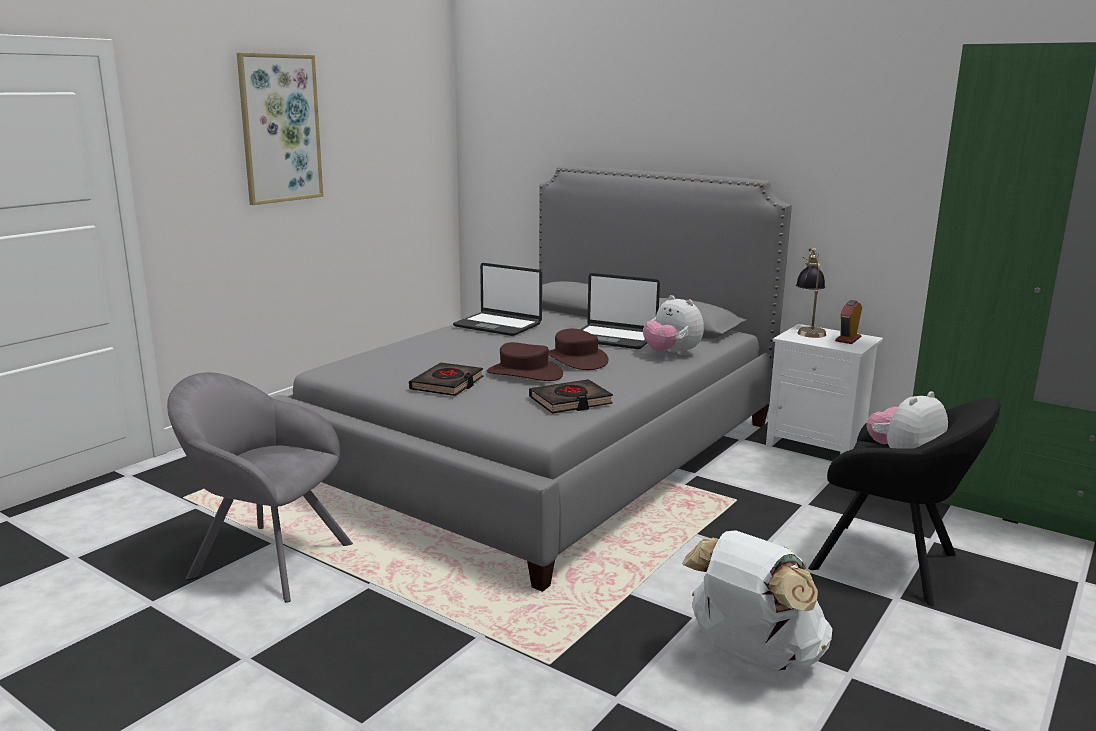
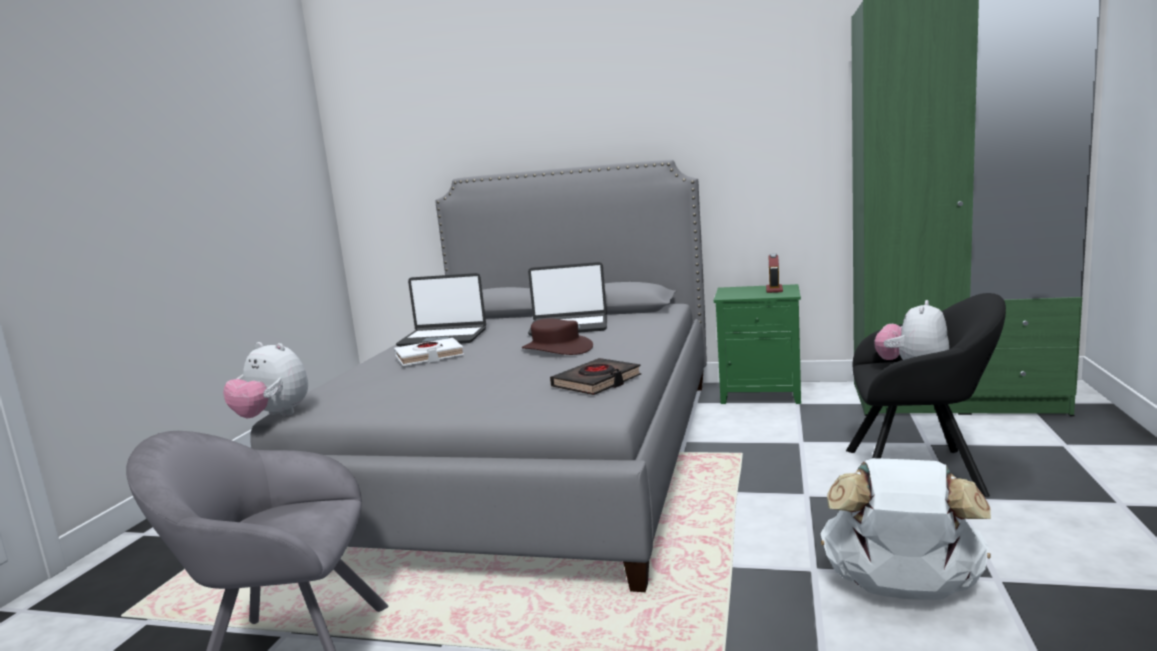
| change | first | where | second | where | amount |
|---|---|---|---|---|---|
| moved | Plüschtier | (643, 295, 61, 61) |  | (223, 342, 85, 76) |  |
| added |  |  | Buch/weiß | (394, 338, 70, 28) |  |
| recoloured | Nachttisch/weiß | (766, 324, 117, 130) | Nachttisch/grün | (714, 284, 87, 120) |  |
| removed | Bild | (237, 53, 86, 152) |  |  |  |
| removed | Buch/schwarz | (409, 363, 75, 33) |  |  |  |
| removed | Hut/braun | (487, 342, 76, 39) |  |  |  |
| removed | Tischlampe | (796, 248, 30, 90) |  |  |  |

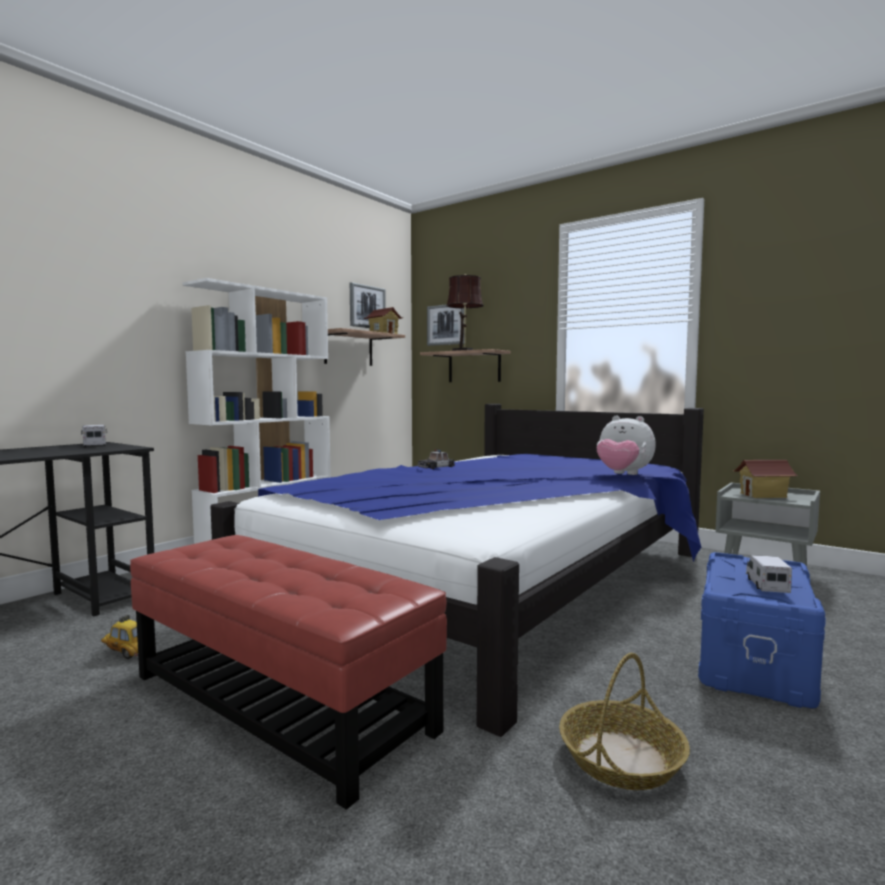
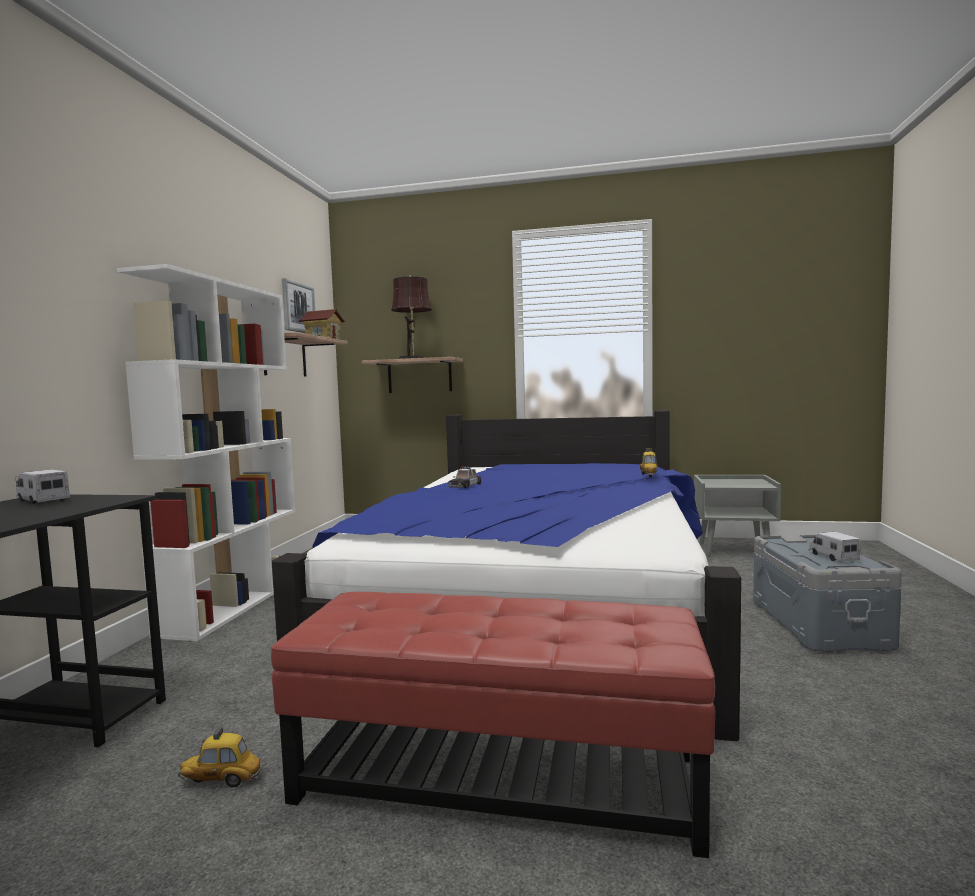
| change | first | where | second | where | amount |
|---|---|---|---|---|---|
| replaced | Plüschtier | (597, 416, 59, 59) | Spielzeugauto | (640, 448, 18, 30) |  |
| recoloured | Aufbewahrungsbox/blau | (698, 552, 128, 156) | Aufbewahrungsbox/grau | (753, 535, 149, 118) |  |
| removed | Bild | (427, 304, 37, 42) |  |  |  |
| removed | Korb | (559, 653, 131, 137) |  |  |  |
| removed | Spielzeughaus | (733, 460, 65, 38) |  |  |  |

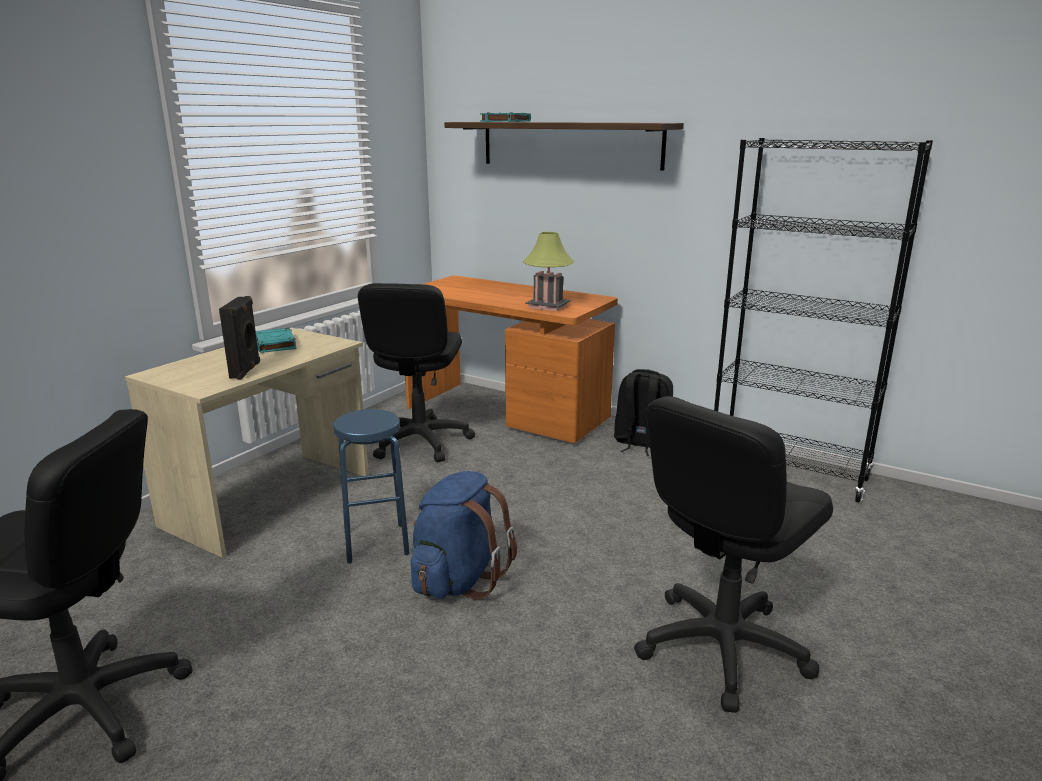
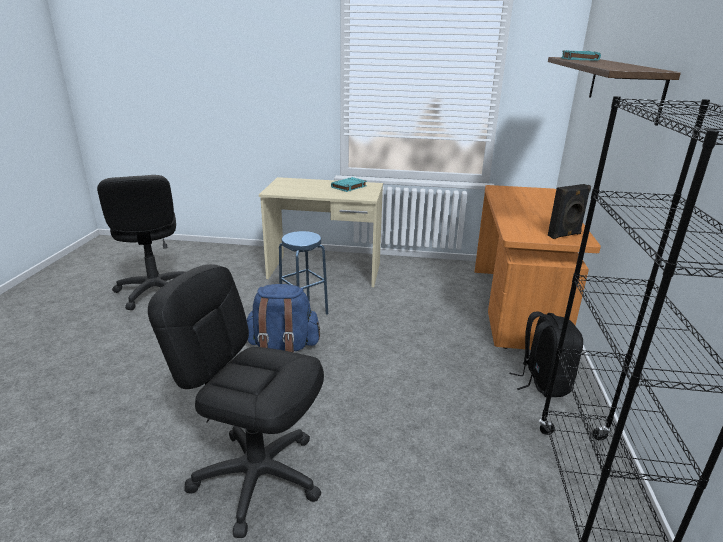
| change | first | where | second | where | amount |
|---|---|---|---|---|---|
| moved | Lautsprecher/schwarz | (219, 296, 41, 83) |  | (548, 184, 43, 55) |  |
| removed | Bürostuhl/schwarz | (358, 283, 117, 179) |  |  |  |
| removed | Tischlampe | (523, 232, 52, 79) |  |  |  |

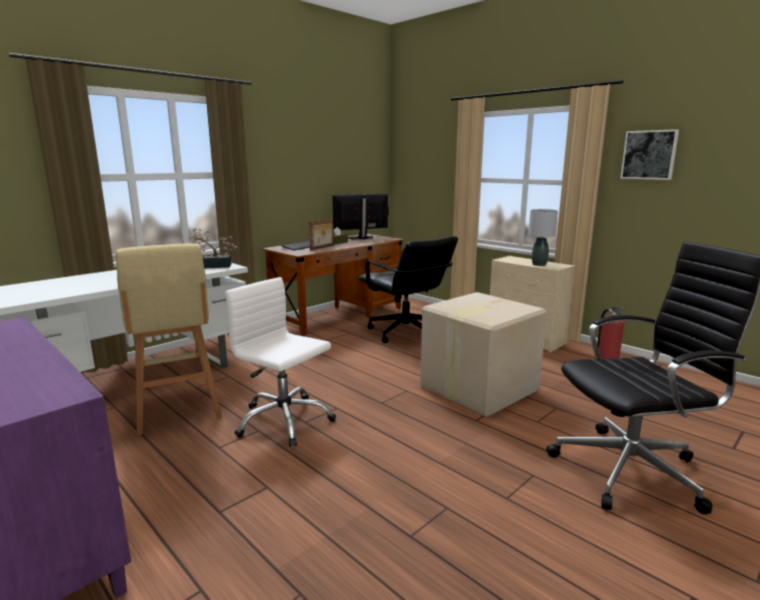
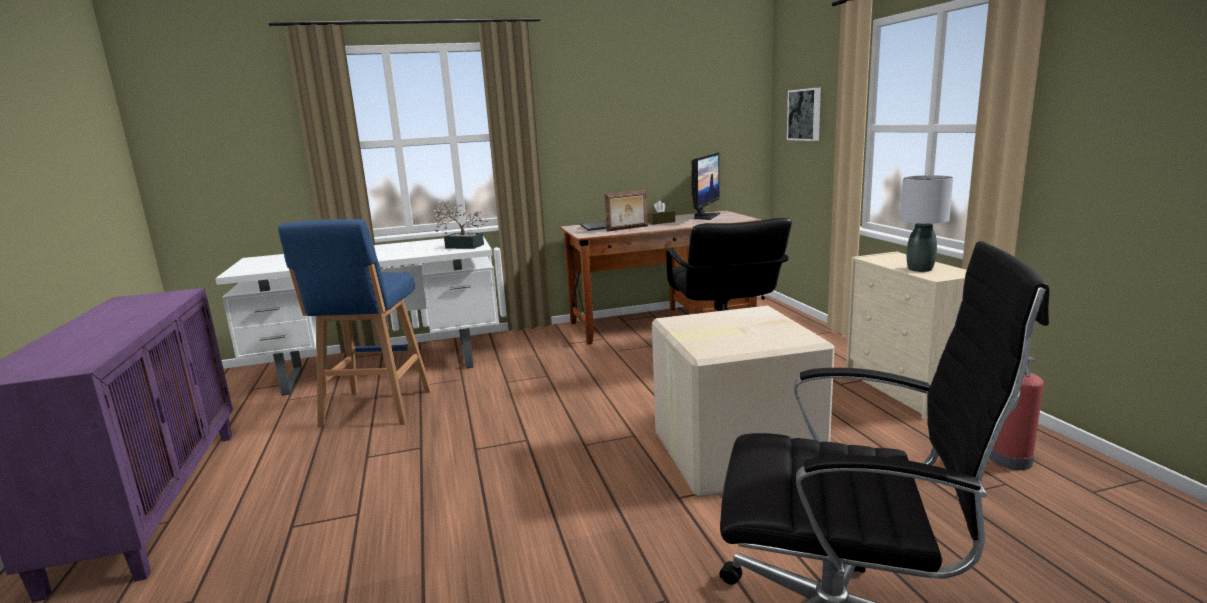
| change | first | where | second | where | amount |
|---|---|---|---|---|---|
| recoloured | Hocker/beige | (116, 243, 106, 193) | Hocker/blau | (278, 219, 153, 208) |  |
| turned | Monitor | (332, 194, 57, 45) |  | (691, 152, 29, 68) | 105 degrees clockwise |
| moved | Bild | (620, 129, 59, 51) |  | (787, 88, 34, 53) |  |
| removed | Bürostuhl/weiß | (225, 277, 111, 170) |  |  |  |

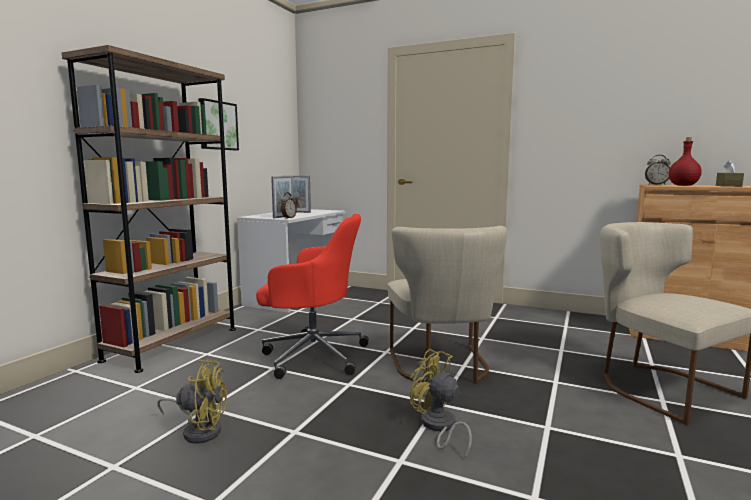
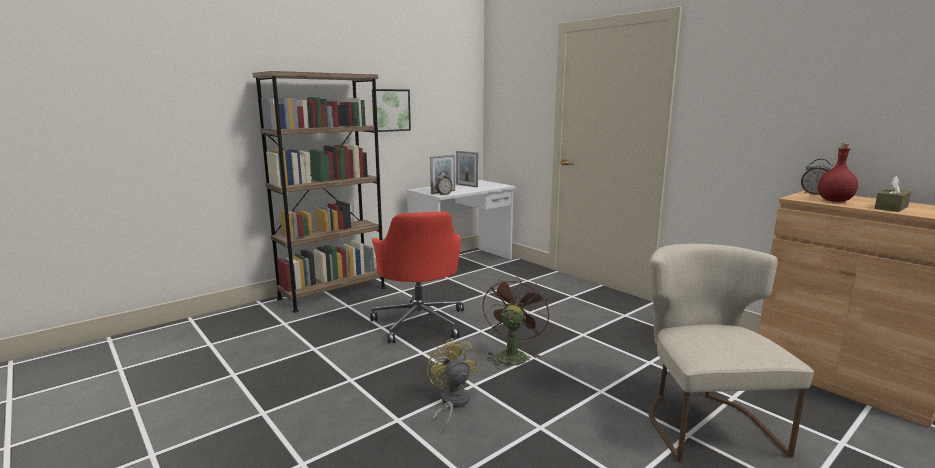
| change | first | where | second | where | amount |
|---|---|---|---|---|---|
| turned | Bürostuhl/rot | (256, 214, 113, 165) |  | (370, 211, 94, 132) | 45 degrees clockwise |
| replaced | Stuhl/beige | (387, 226, 120, 158) | Ventilator/braun | (483, 277, 66, 92) |  |
| removed | Ventilator/gelb | (157, 360, 70, 84) |  |  |  |

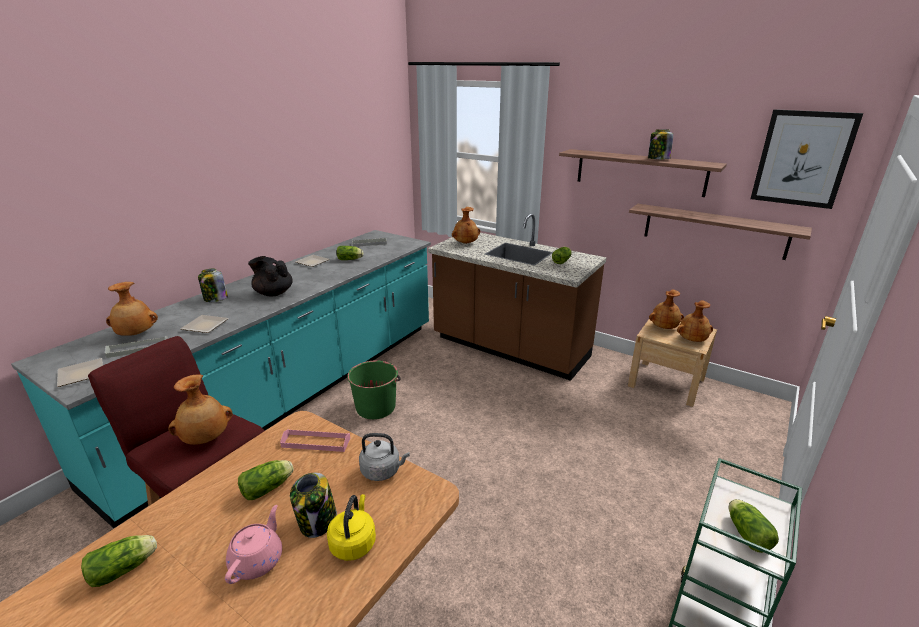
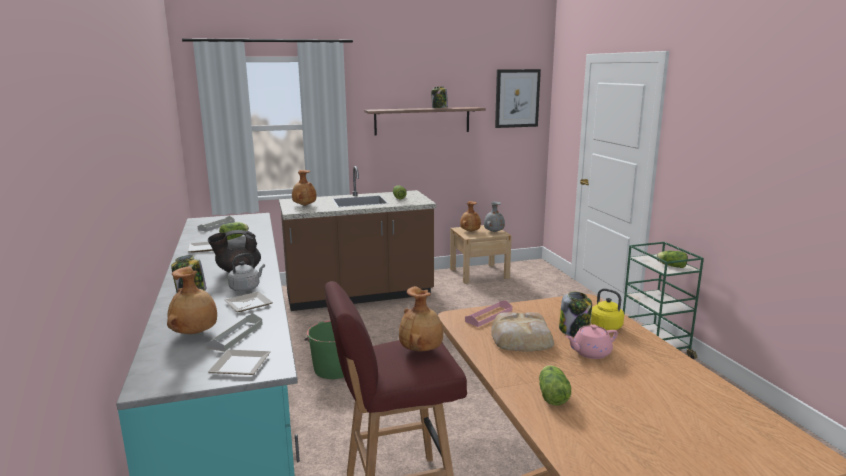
| change | first | where | second | where | amount |
|---|---|---|---|---|---|
| moved | Wasserkessel/grau | (359, 433, 51, 48) |  | (228, 253, 37, 38) |  |
| recoloured | Vase/braun | (677, 300, 36, 42) | Vase/grau | (484, 201, 21, 31) |  |
| replaced | Salatkopf | (238, 460, 56, 40) | Brot | (491, 312, 63, 40) |  |
| turned | Teekanne/rosa | (225, 505, 57, 79) |  | (565, 325, 53, 34) | 75 degrees counterclockwise |
| removed | Wandregal | (629, 204, 183, 56) |  |  |  |

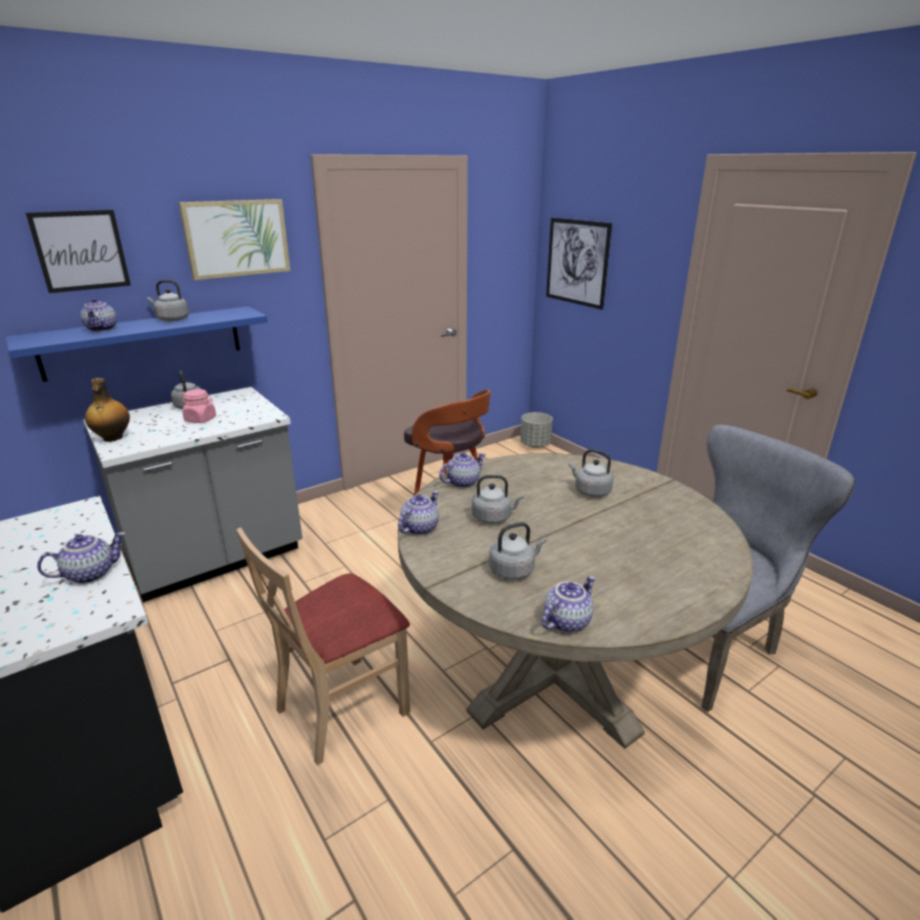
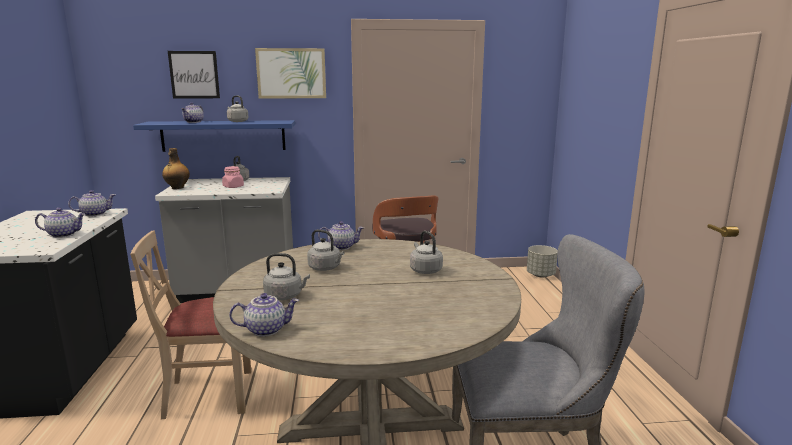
| change | first | where | second | where | amount |
|---|---|---|---|---|---|
| moved | Teekanne | (398, 491, 41, 44) |  | (68, 190, 47, 26) |  |
| removed | Bild | (546, 218, 66, 92) |  |  |  |

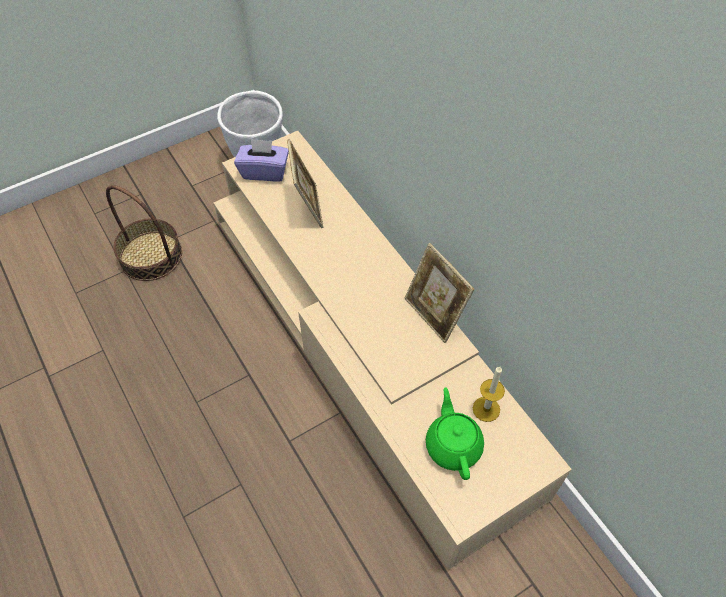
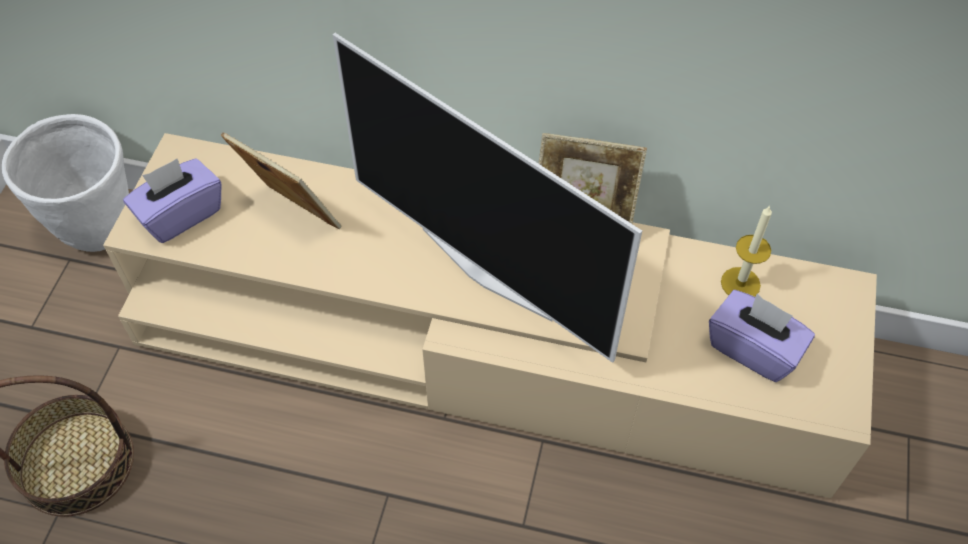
| change | first | where | second | where | amount |
|---|---|---|---|---|---|
| added |  |  | Fernseher | (332, 33, 310, 330) |  |
| replaced | Teekanne/grün | (426, 387, 58, 93) | Taschentuchbox/lila | (709, 290, 106, 92) |  |

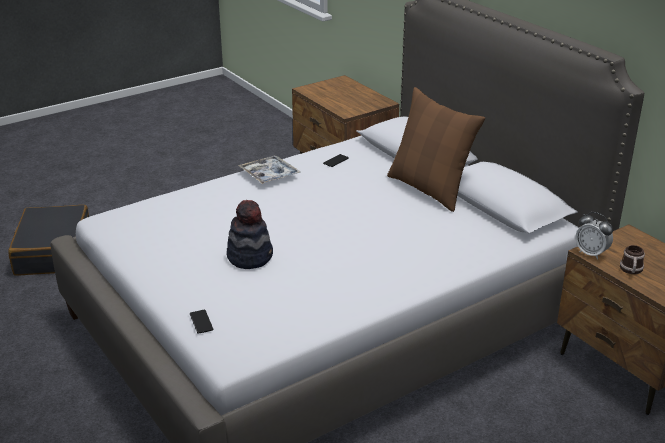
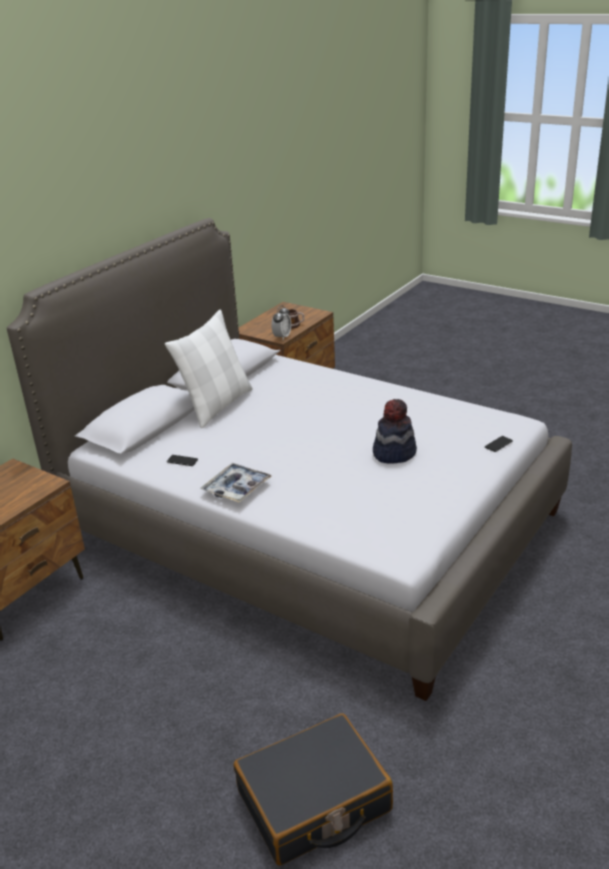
| change | first | where | second | where | amount |
|---|---|---|---|---|---|
| recoloured | Kissen/braun | (387, 87, 98, 125) | Kissen/weiß | (165, 310, 88, 118) |  |

